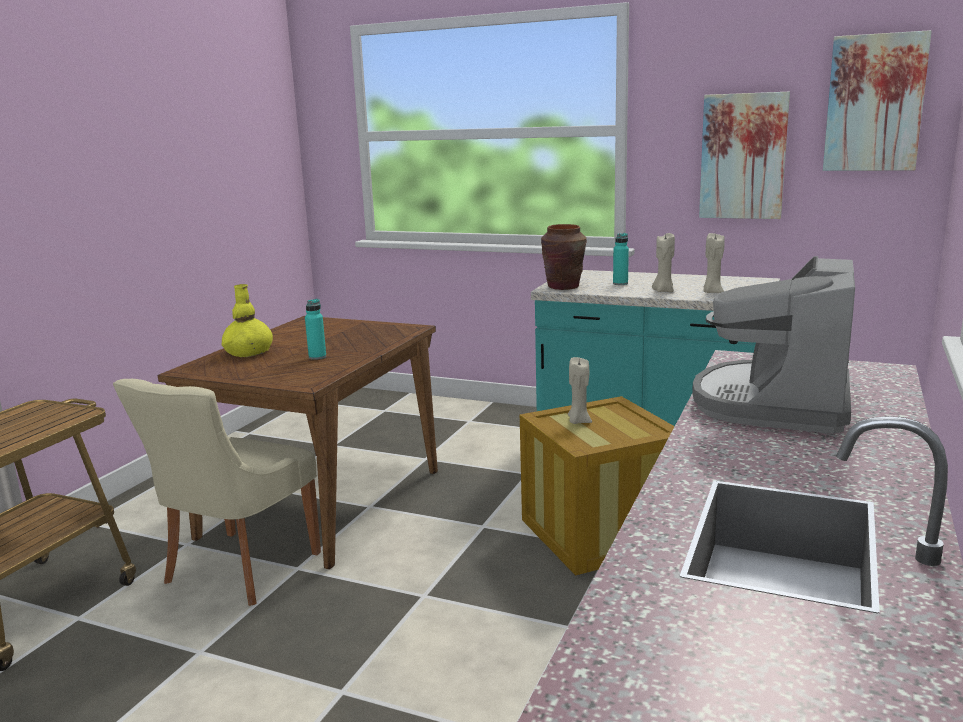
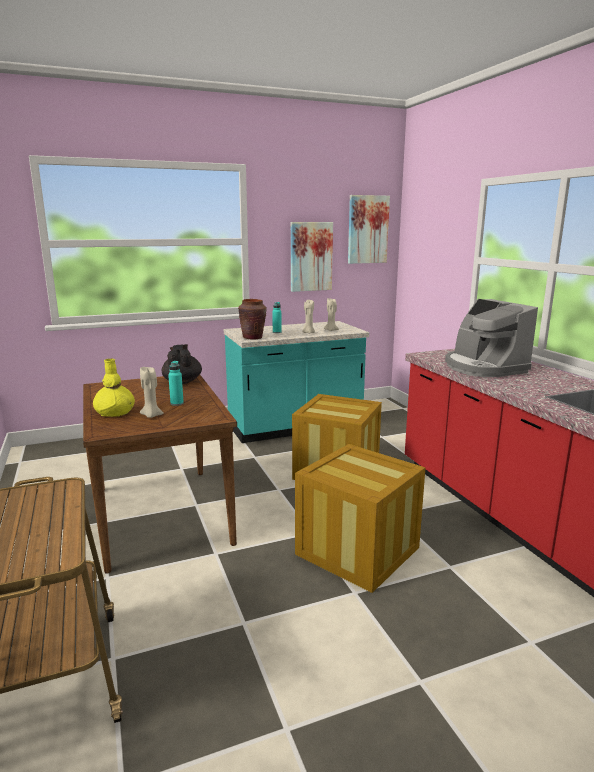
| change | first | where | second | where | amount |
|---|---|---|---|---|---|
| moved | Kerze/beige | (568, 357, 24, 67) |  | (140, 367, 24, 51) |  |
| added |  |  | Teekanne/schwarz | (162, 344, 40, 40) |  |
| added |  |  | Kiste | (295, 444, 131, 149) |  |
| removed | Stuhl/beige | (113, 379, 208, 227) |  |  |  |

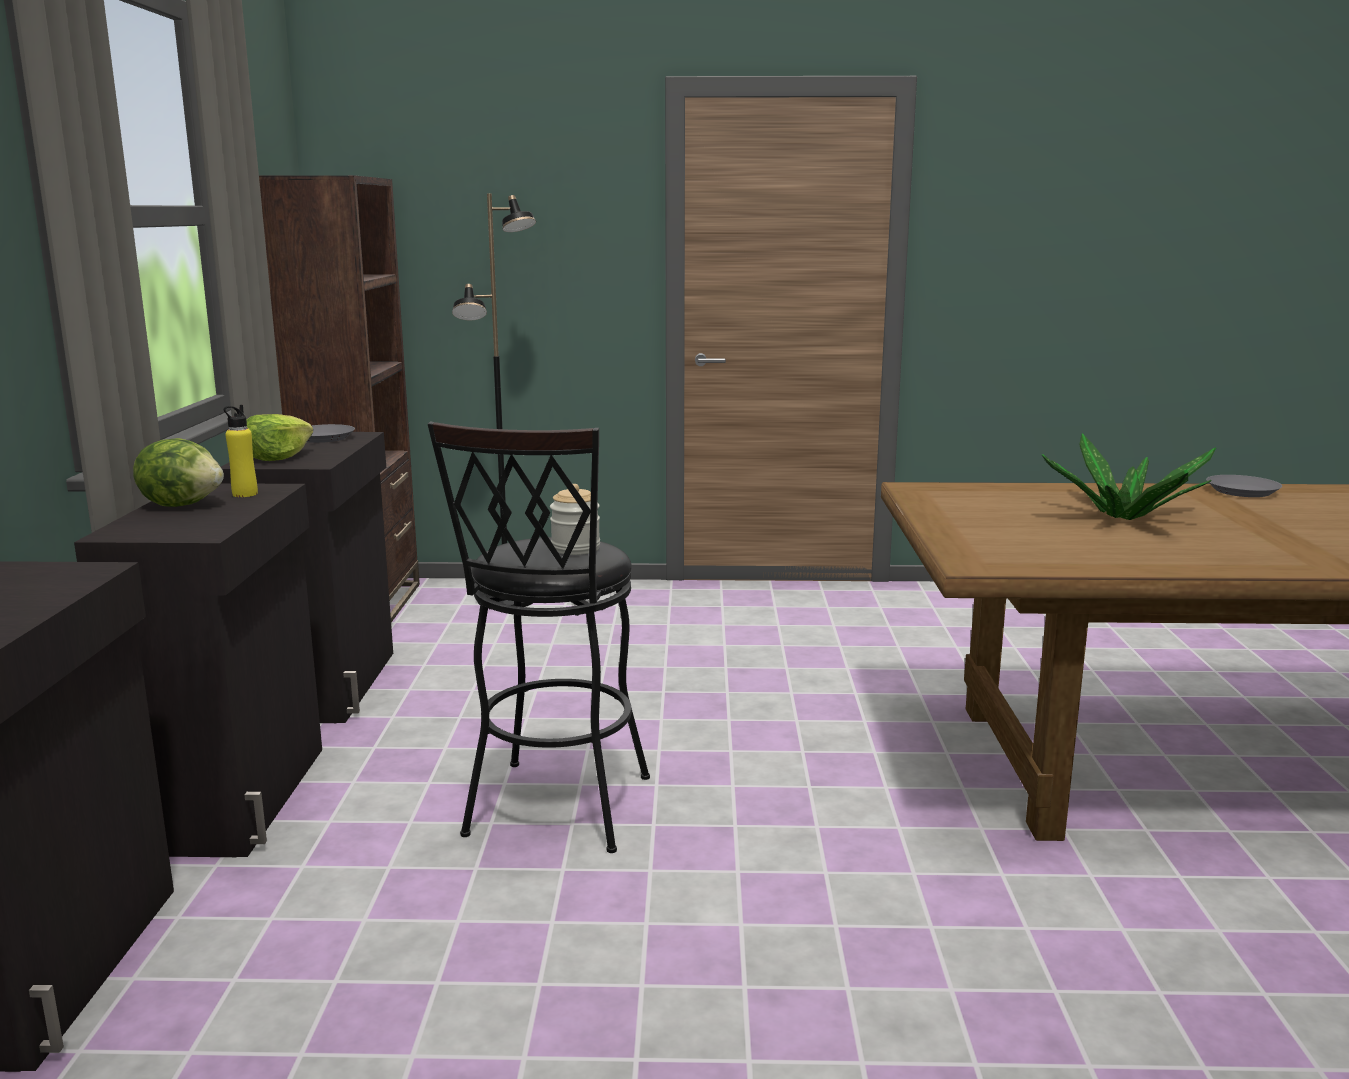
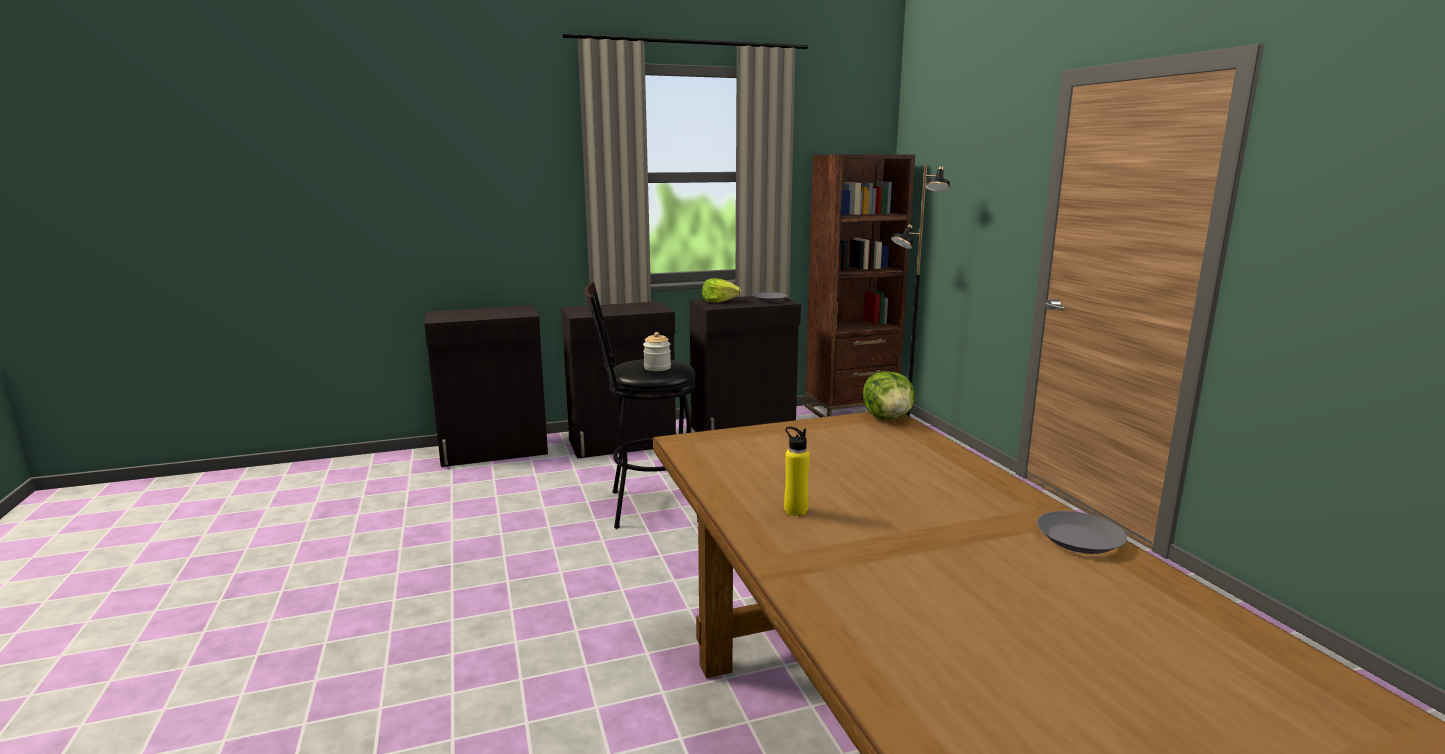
| change | first | where | second | where | amount |
|---|---|---|---|---|---|
| moved | Flasche/gelb | (224, 405, 34, 92) |  | (784, 426, 26, 90) |  |
| moved | Salatkopf | (133, 438, 91, 69) |  | (863, 371, 52, 49) |  |
| removed | Topfpflanze | (1042, 433, 174, 87) |  |  |  |

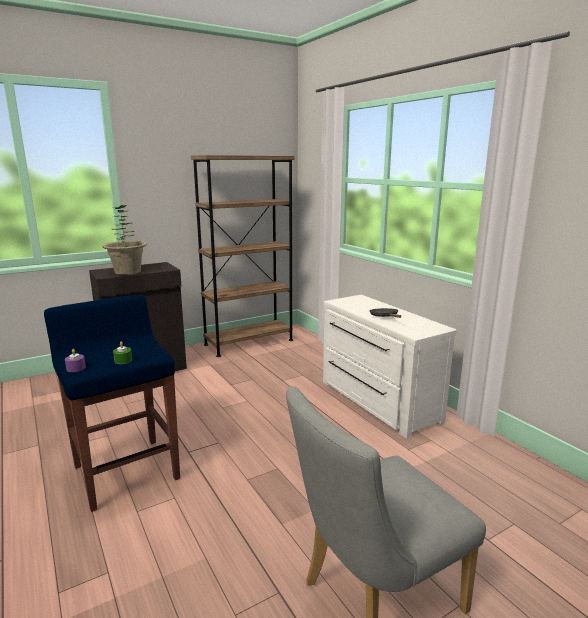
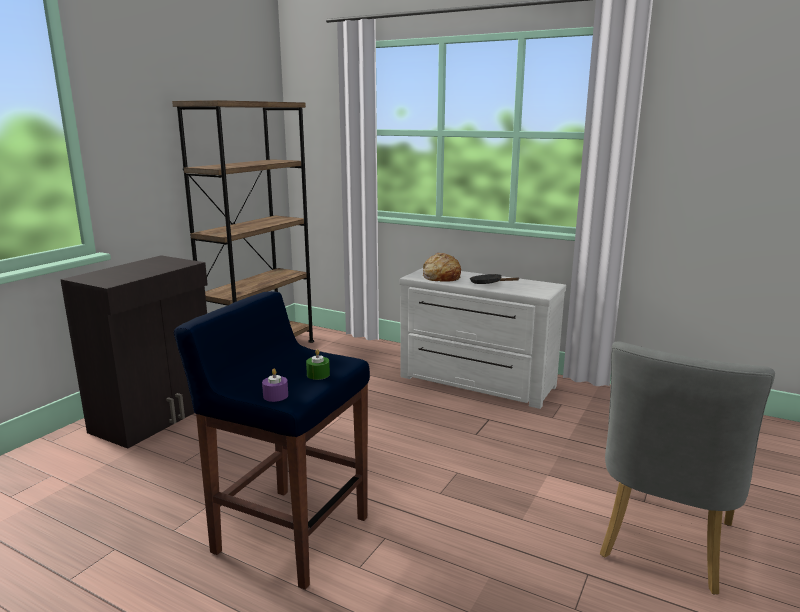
| change | first | where | second | where | amount |
|---|---|---|---|---|---|
| added |  |  | Brot | (423, 253, 38, 29) |  |
| removed | Topfpflanze | (102, 205, 45, 70) |  |  |  |

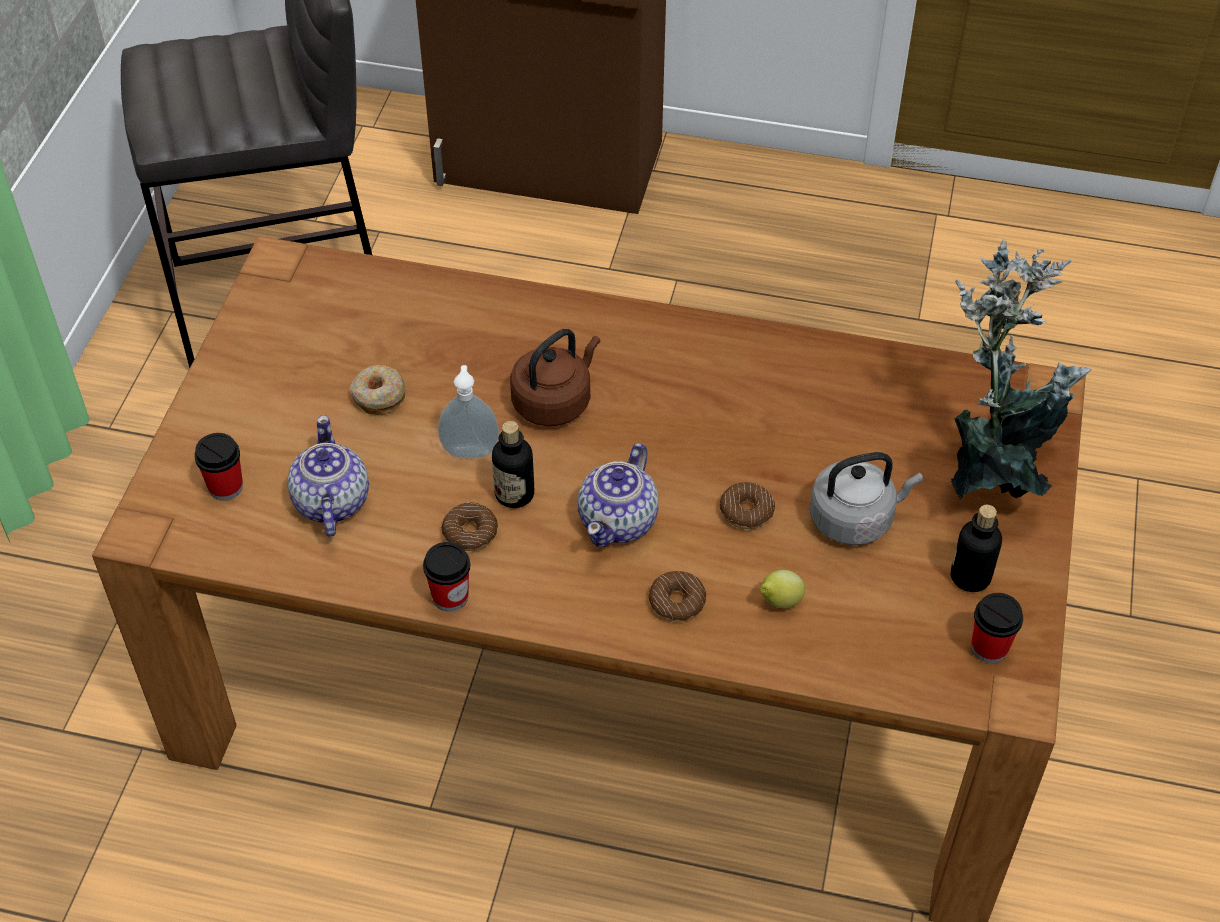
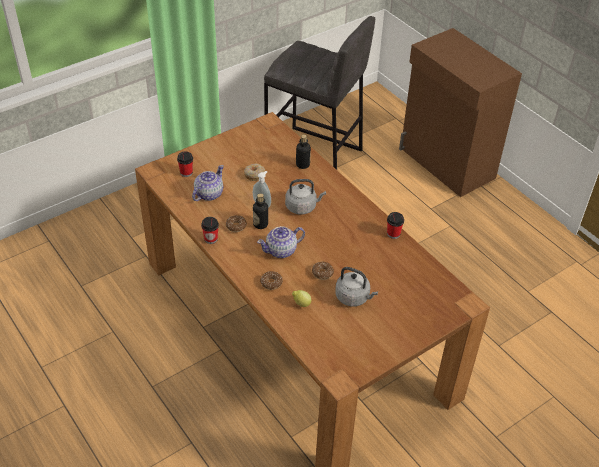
| change | first | where | second | where | amount |
|---|---|---|---|---|---|
| recoloured | Wasserkessel/braun | (510, 329, 90, 97) | Wasserkessel/grau | (285, 179, 41, 36) |  |
| moved | Flasche | (951, 505, 51, 87) |  | (296, 134, 15, 35) |  |
| moved | Tasse | (971, 593, 52, 70) |  | (387, 212, 17, 27) |  |
| removed | Topfpflanze | (951, 239, 140, 260) |  |  |  |

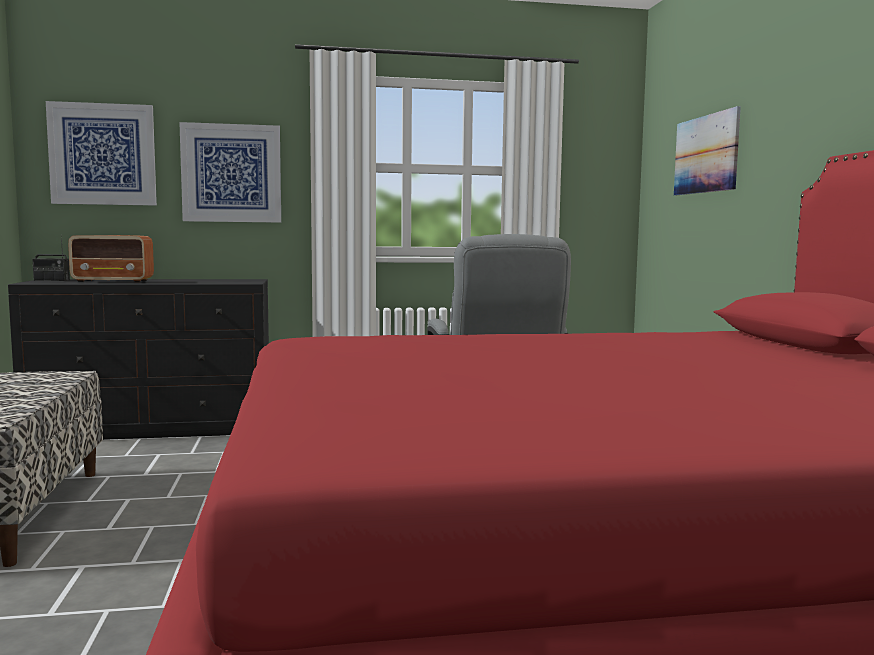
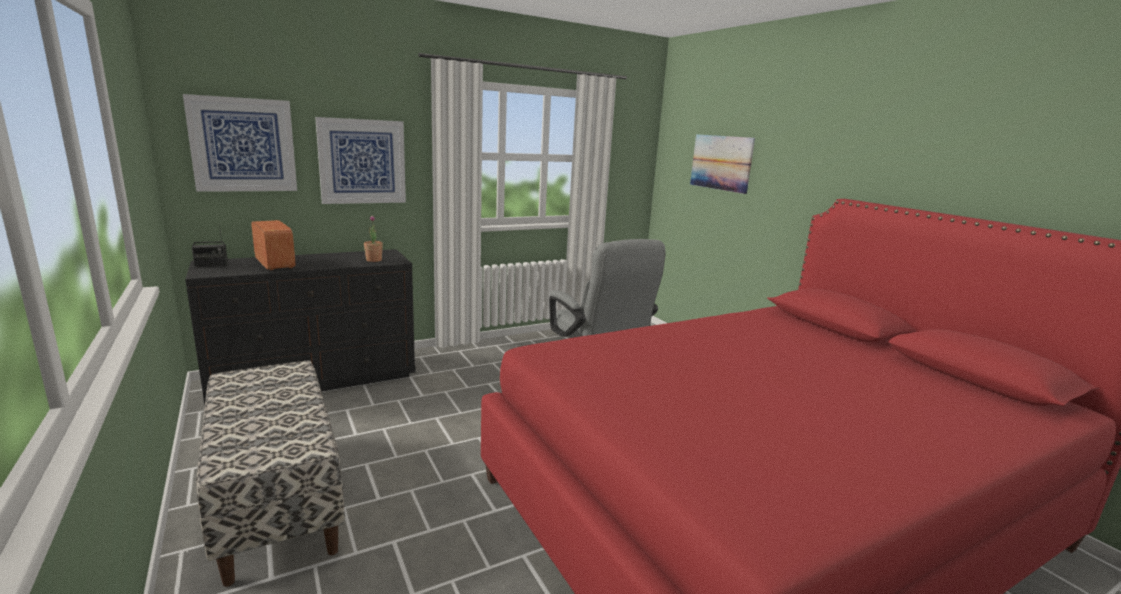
| change | first | where | second | where | amount |
|---|---|---|---|---|---|
| turned | Radio | (68, 235, 86, 47) |  | (251, 220, 44, 51) | 105 degrees counterclockwise |
| added |  |  | Topfpflanze | (364, 215, 19, 47) |  |

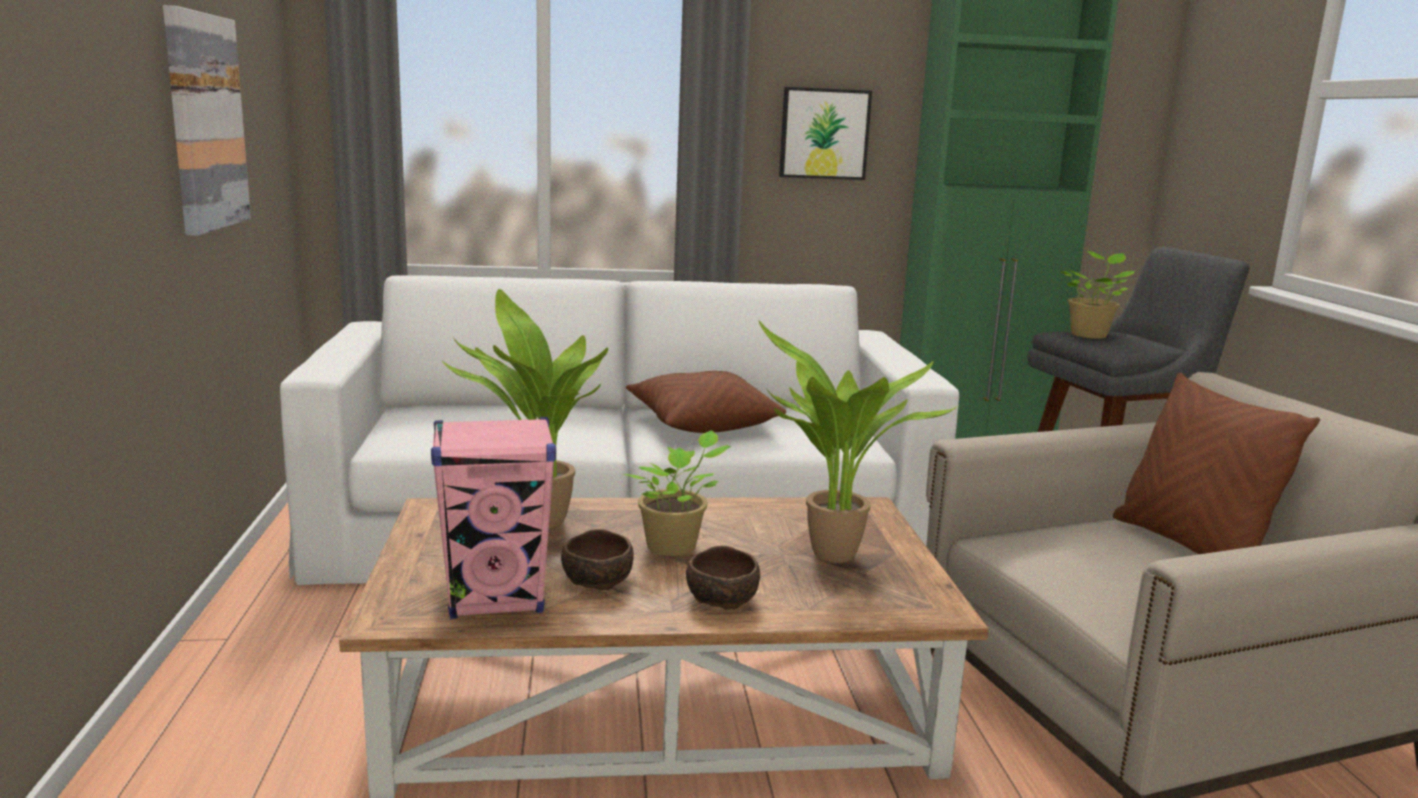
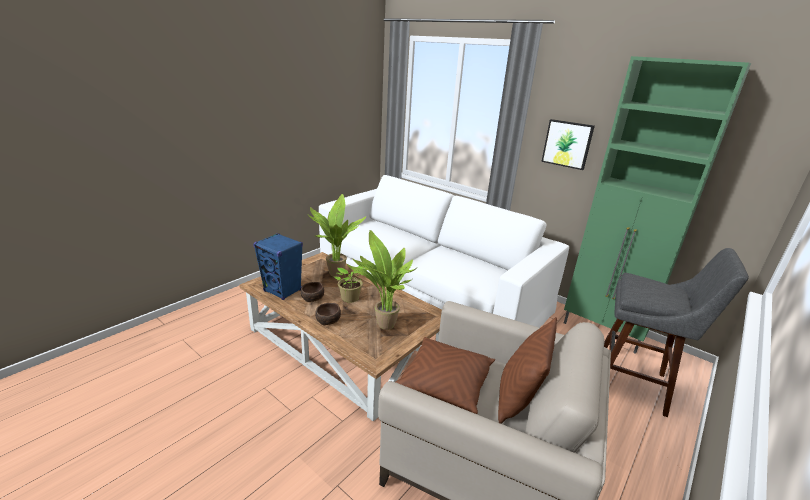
| change | first | where | second | where | amount |
|---|---|---|---|---|---|
| recoloured | Lautsprecher/rosa | (431, 417, 125, 202) | Lautsprecher/blau | (253, 233, 50, 67) |  |
| moved | Kissen/braun | (626, 371, 160, 62) |  | (396, 337, 99, 77) |  |
| removed | Bild | (163, 5, 88, 231) |  |  |  |
| removed | Topfpflanze | (1061, 251, 74, 88) |  |  |  |

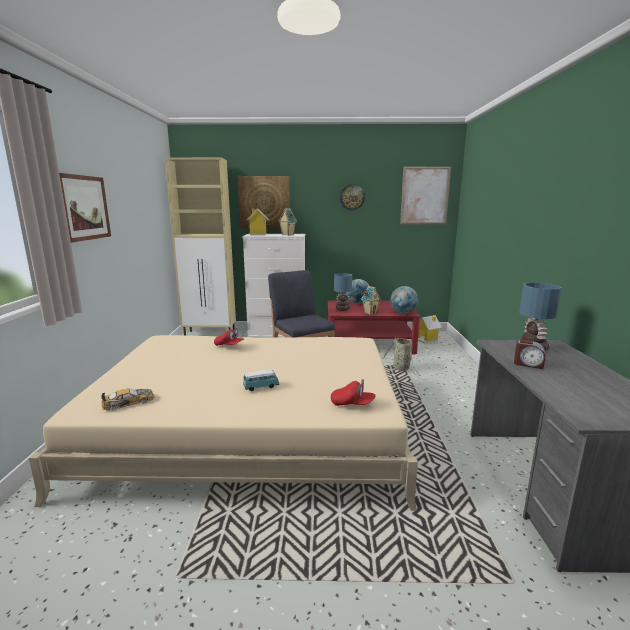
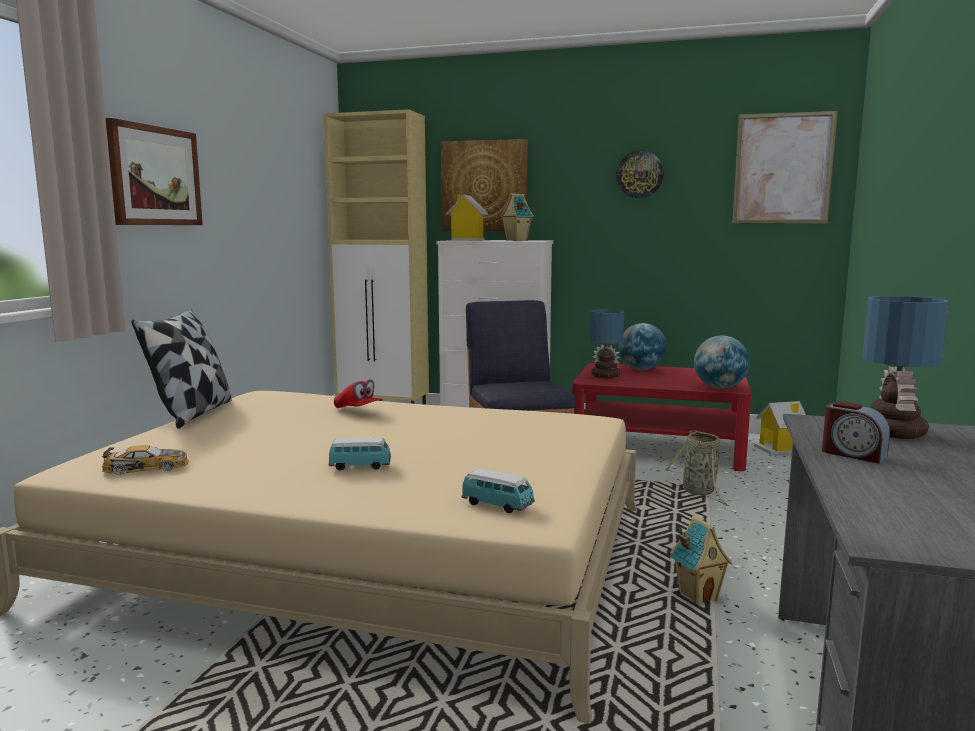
| change | first | where | second | where | amount |
|---|---|---|---|---|---|
| added |  |  | Kissen | (131, 309, 101, 119) |  |
| replaced | Kappe/rot | (331, 379, 45, 27) | Spielzeugauto | (462, 468, 73, 45) |  |
| moved | Spielzeughaus | (361, 286, 20, 29) |  | (670, 515, 62, 89) |  |

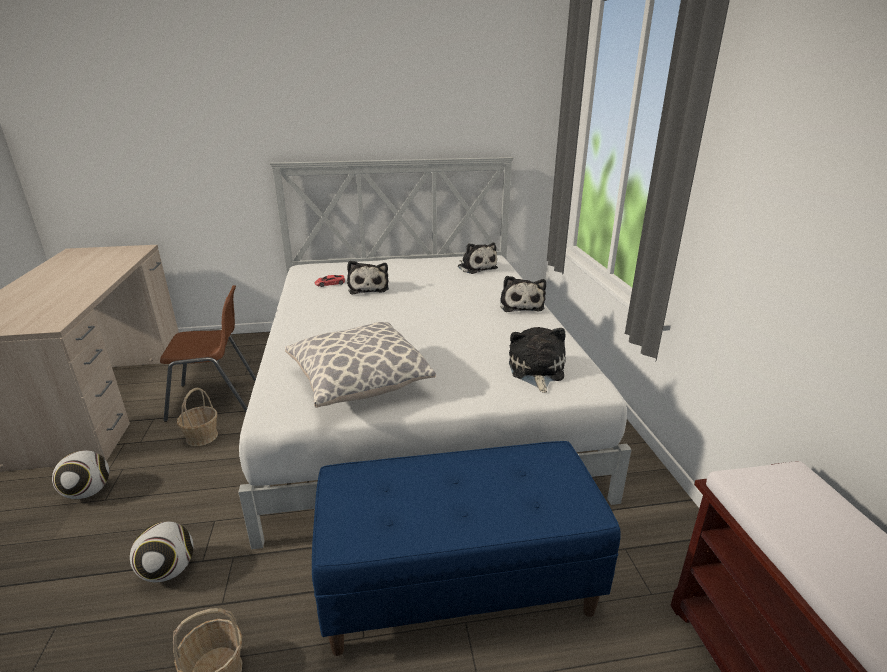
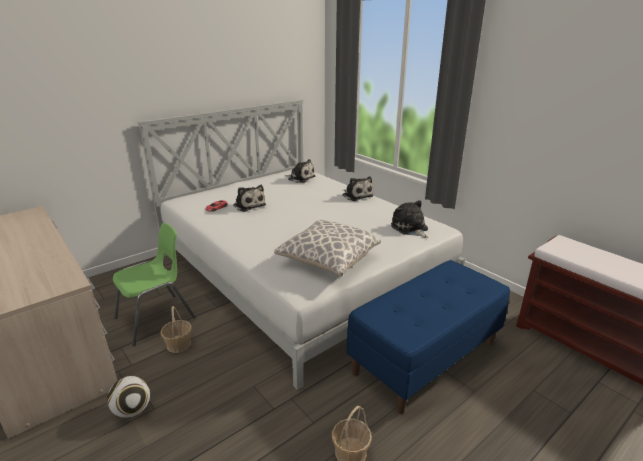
| change | first | where | second | where | amount |
|---|---|---|---|---|---|
| recoloured | Stuhl/braun | (160, 285, 96, 137) | Stuhl/grün | (113, 223, 82, 123) |  |
| removed | Fußball | (130, 522, 64, 61) |  |  |  |

